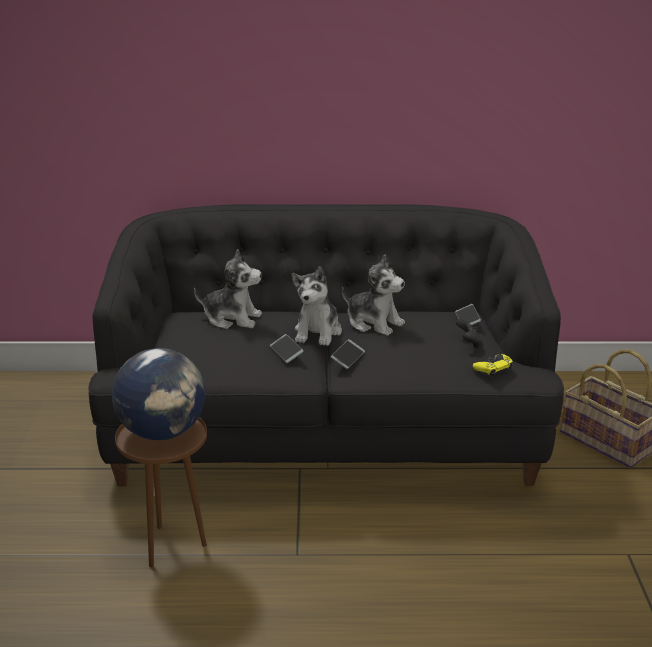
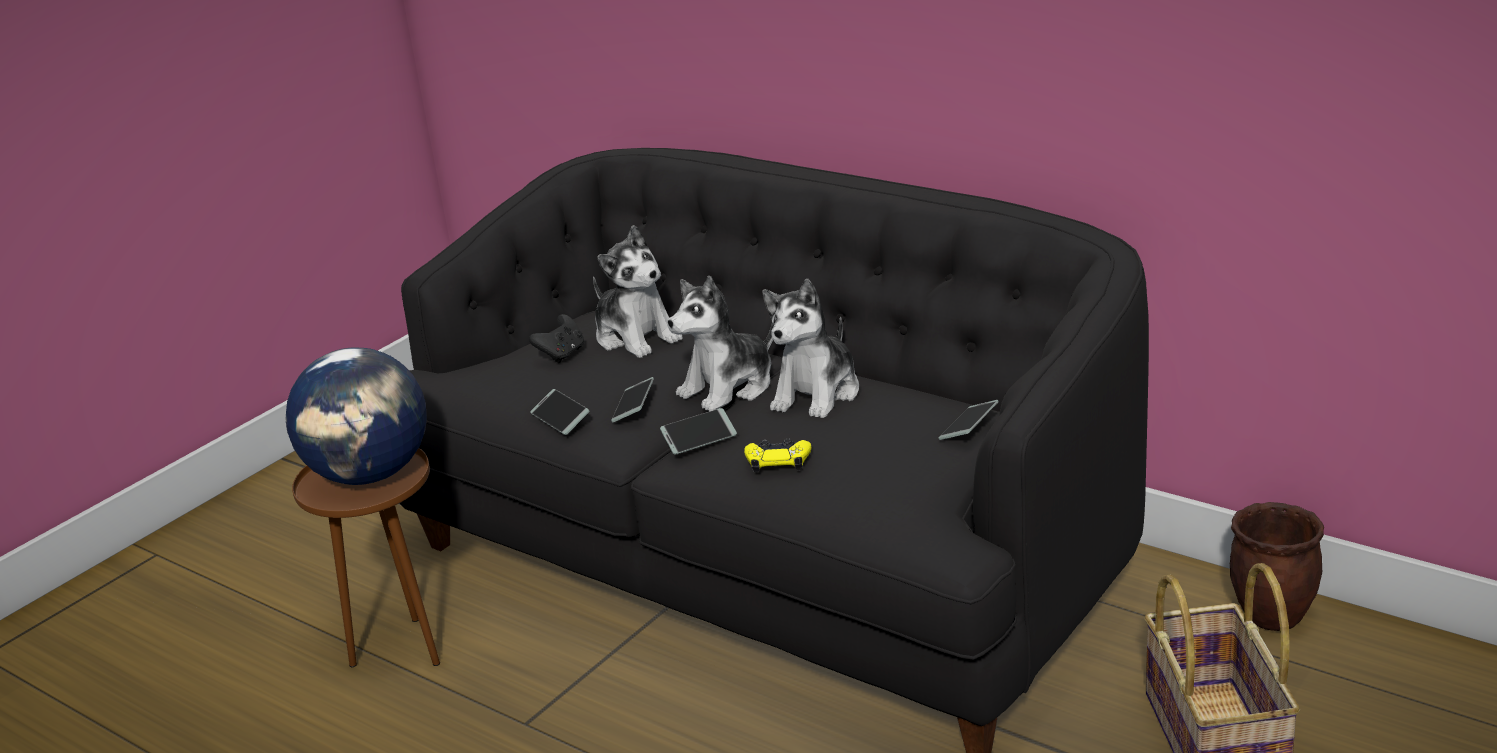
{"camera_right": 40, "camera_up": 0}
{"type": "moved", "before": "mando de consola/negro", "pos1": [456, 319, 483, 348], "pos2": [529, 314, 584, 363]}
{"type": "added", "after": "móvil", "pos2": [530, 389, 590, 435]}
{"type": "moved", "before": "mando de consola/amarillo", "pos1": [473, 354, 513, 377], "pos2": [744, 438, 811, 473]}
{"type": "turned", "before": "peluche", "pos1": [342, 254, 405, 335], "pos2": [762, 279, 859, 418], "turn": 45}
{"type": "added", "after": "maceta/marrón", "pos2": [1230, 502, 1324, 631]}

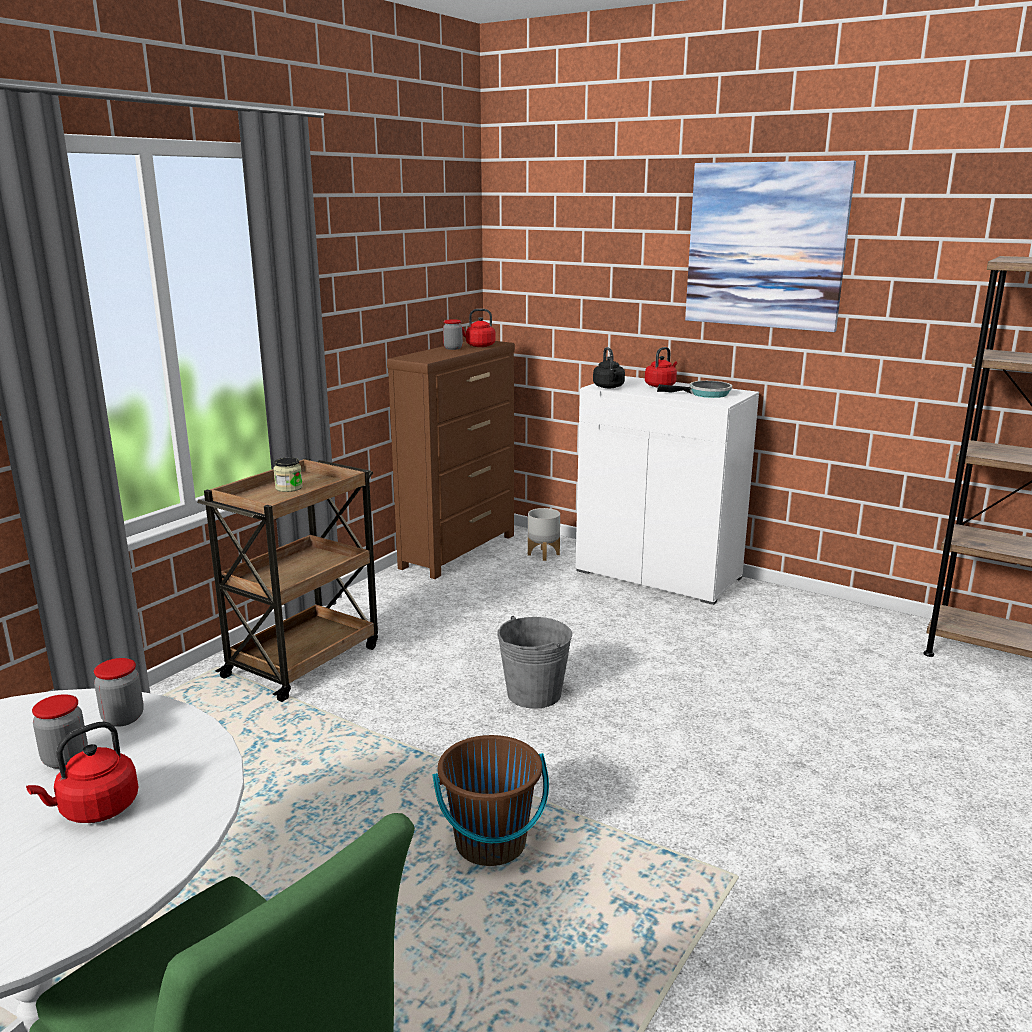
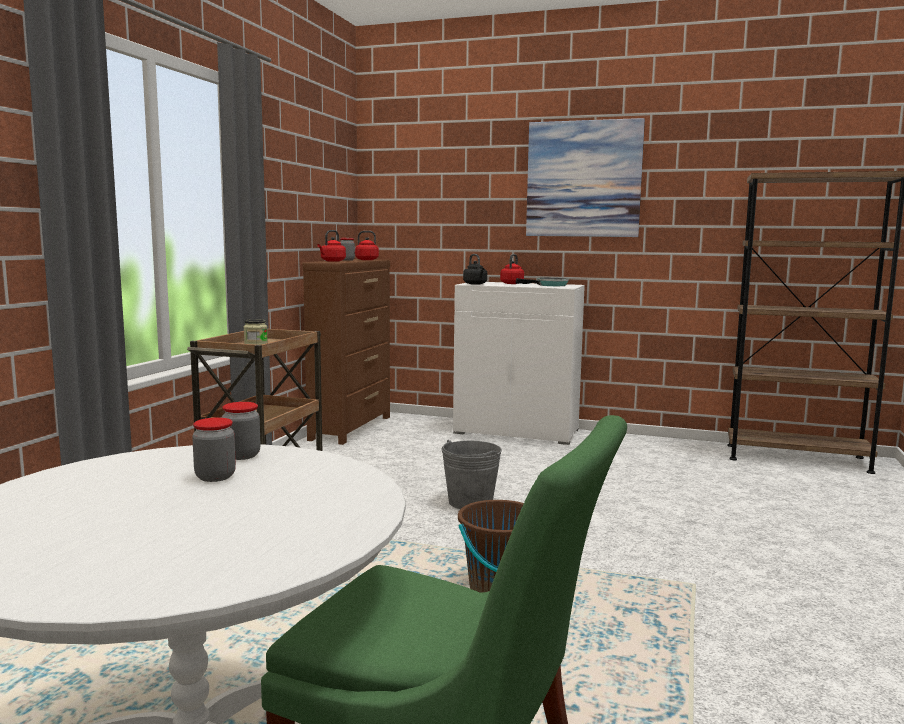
{"camera_right": -15, "camera_up": -10}
{"type": "moved", "before": "hervidor/rojo", "pos1": [26, 721, 139, 823], "pos2": [317, 230, 346, 262]}
{"type": "removed", "before": "maceta/gris", "pos1": [528, 508, 560, 561]}

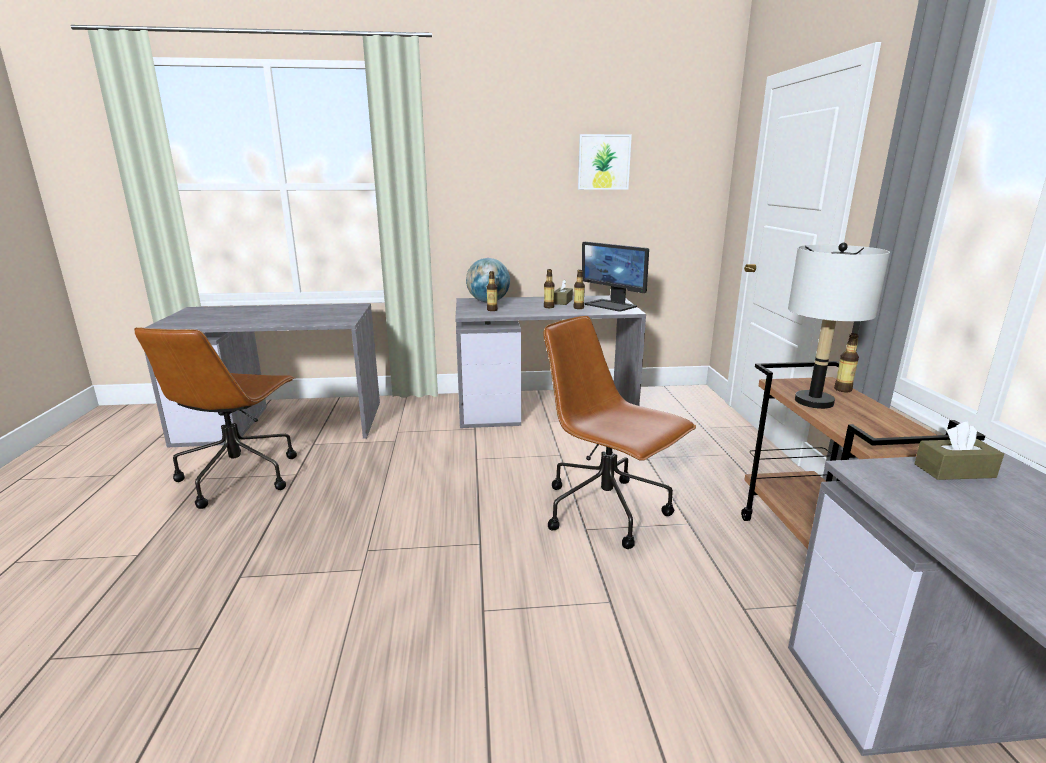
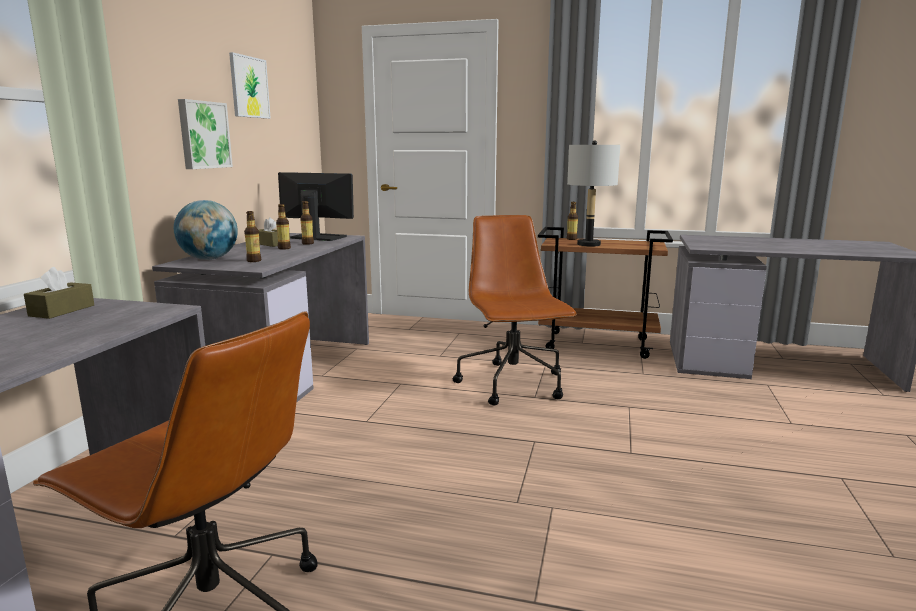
{"camera_right": -70, "camera_up": -5}
{"type": "moved", "before": "caja de pañuelos/marrón", "pos1": [915, 422, 1004, 480], "pos2": [24, 267, 94, 319]}
{"type": "added", "after": "cuadro", "pos2": [178, 99, 233, 169]}
{"type": "turned", "before": "monitor", "pos1": [582, 242, 649, 312], "pos2": [278, 172, 354, 241], "turn": -135}
{"type": "turned", "before": "silla de oficina/marrón", "pos1": [543, 316, 696, 549], "pos2": [453, 215, 577, 406], "turn": 105}

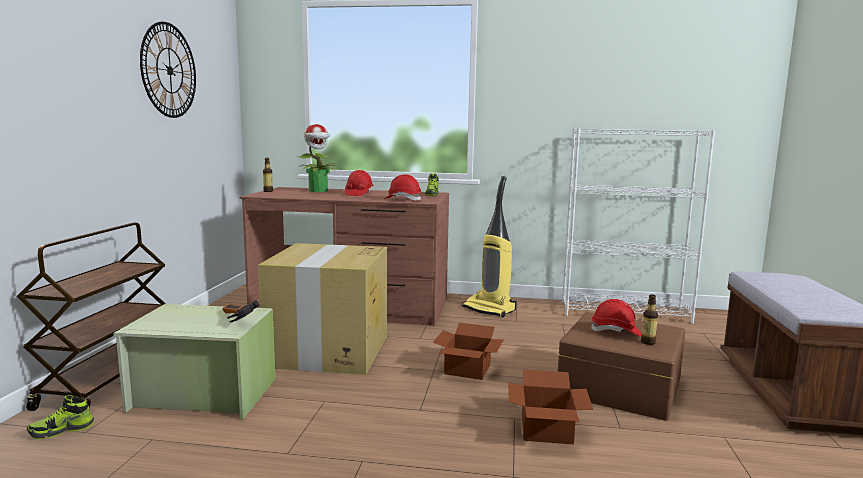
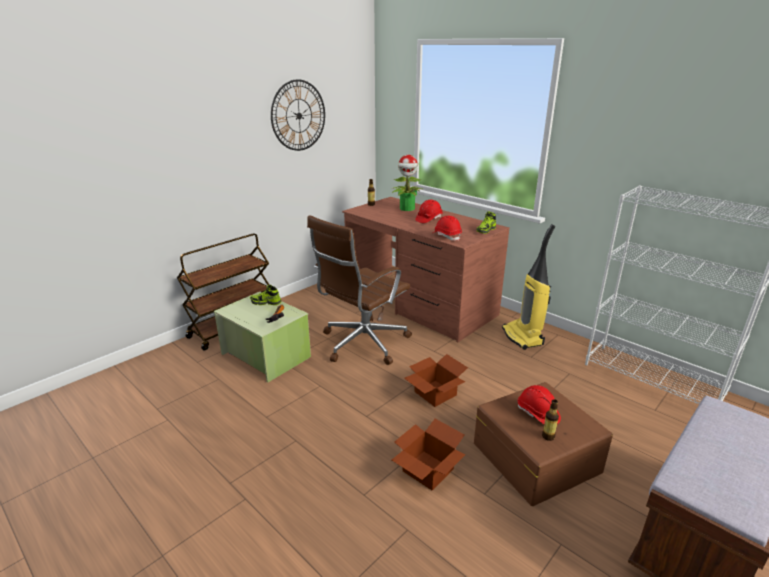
{"camera_right": 35, "camera_up": 15}
{"type": "moved", "before": "zapato", "pos1": [27, 395, 94, 439], "pos2": [250, 285, 281, 305]}
{"type": "replaced", "before": "caja de cartón", "after": "silla de oficina/marrón", "pos1": [258, 243, 387, 375], "pos2": [307, 215, 412, 365]}

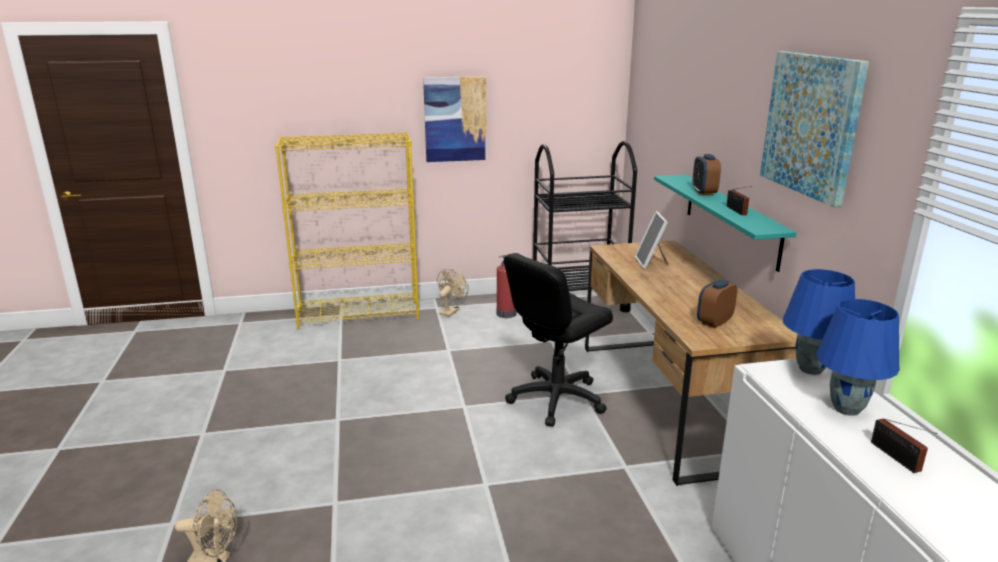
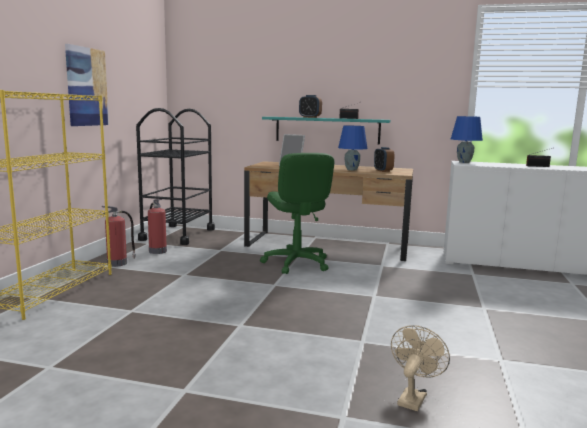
{"camera_right": -65, "camera_up": -10}
{"type": "replaced", "before": "ventilador/beis", "after": "extintor", "pos1": [437, 269, 468, 317], "pos2": [101, 206, 136, 267]}
{"type": "recoloured", "before": "silla de oficina/negro", "after": "silla de oficina/verde", "pos1": [504, 253, 613, 427], "pos2": [260, 153, 334, 274]}
{"type": "moved", "before": "lámpara de mesa/azul", "pos1": [816, 299, 899, 416], "pos2": [338, 126, 367, 171]}
{"type": "removed", "before": "cuadro", "pos1": [760, 51, 869, 207]}

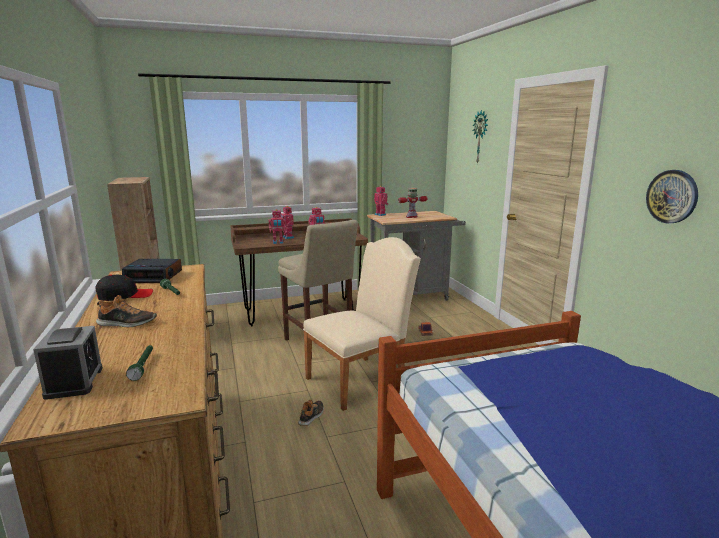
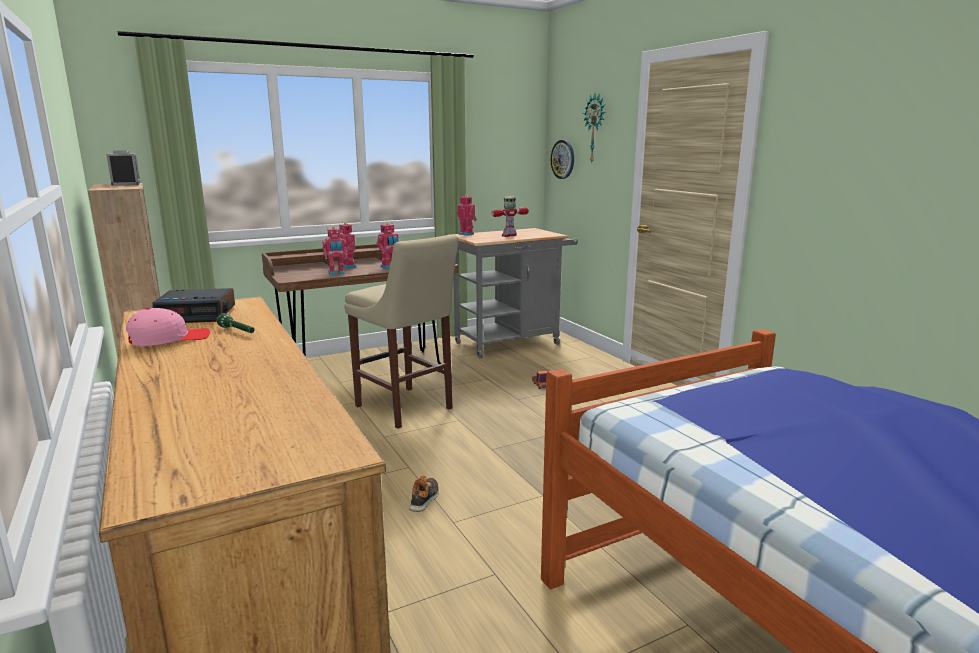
{"camera_right": -10, "camera_up": 0}
{"type": "moved", "before": "despertador", "pos1": [33, 326, 103, 400], "pos2": [106, 150, 140, 186]}
{"type": "recoloured", "before": "gorra/negro", "after": "gorra/rosa", "pos1": [96, 275, 153, 301], "pos2": [126, 308, 210, 346]}
{"type": "moved", "before": "reloj de pared", "pos1": [646, 170, 698, 223], "pos2": [551, 140, 574, 179]}
{"type": "removed", "before": "zapato", "pos1": [96, 295, 157, 327]}
{"type": "removed", "before": "linterna/verde", "pos1": [126, 345, 153, 381]}
{"type": "removed", "before": "silla/beis", "pos1": [303, 237, 421, 411]}

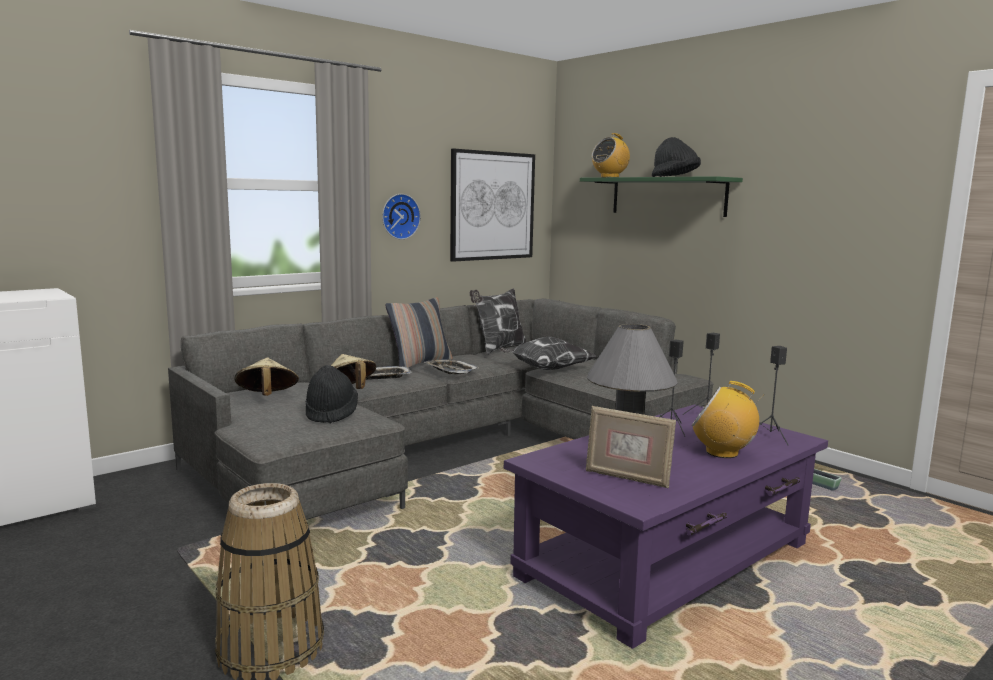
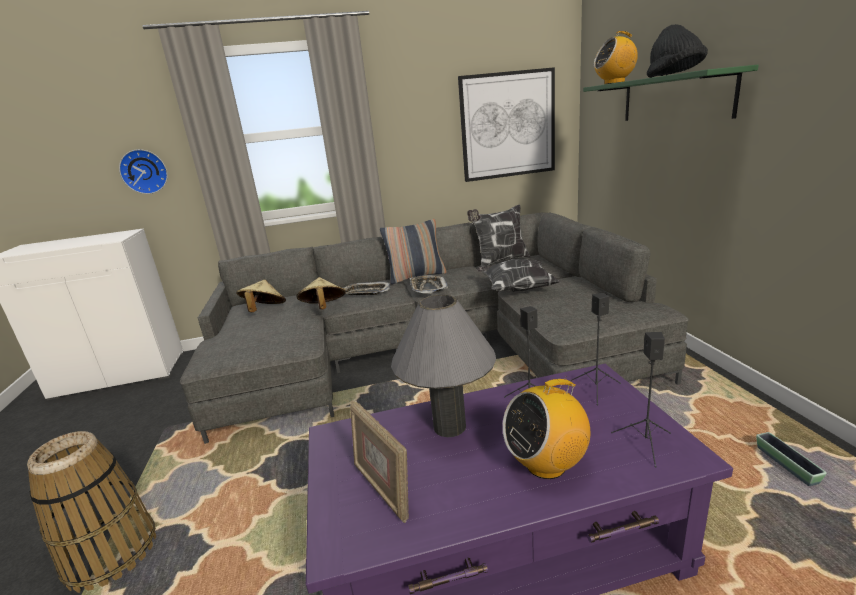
{"camera_right": 30, "camera_up": 10}
{"type": "moved", "before": "reloj de pared", "pos1": [382, 194, 421, 240], "pos2": [119, 149, 168, 194]}
{"type": "turned", "before": "radio", "pos1": [692, 381, 765, 458], "pos2": [502, 376, 590, 479], "turn": -75}
{"type": "removed", "before": "sombrero/negro", "pos1": [306, 365, 358, 424]}

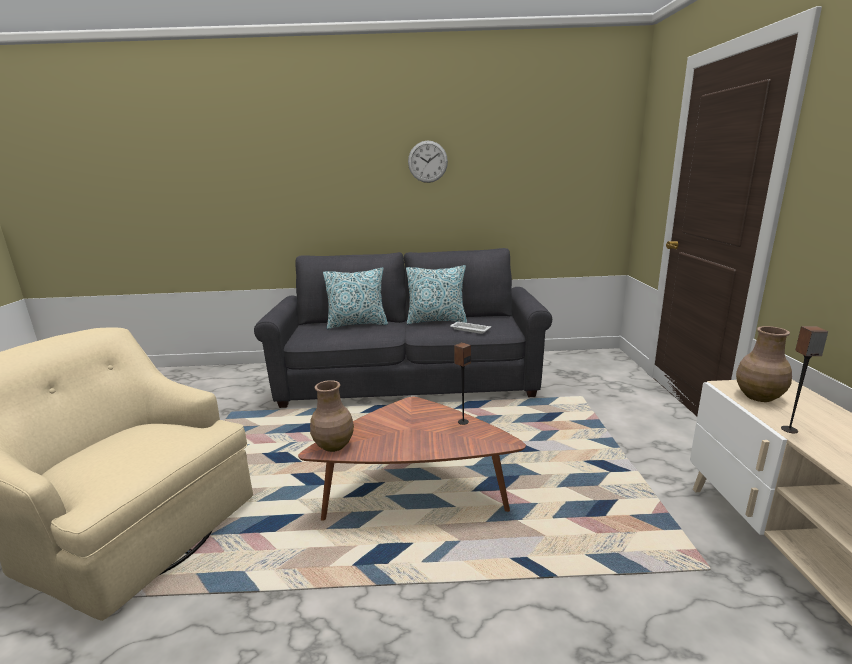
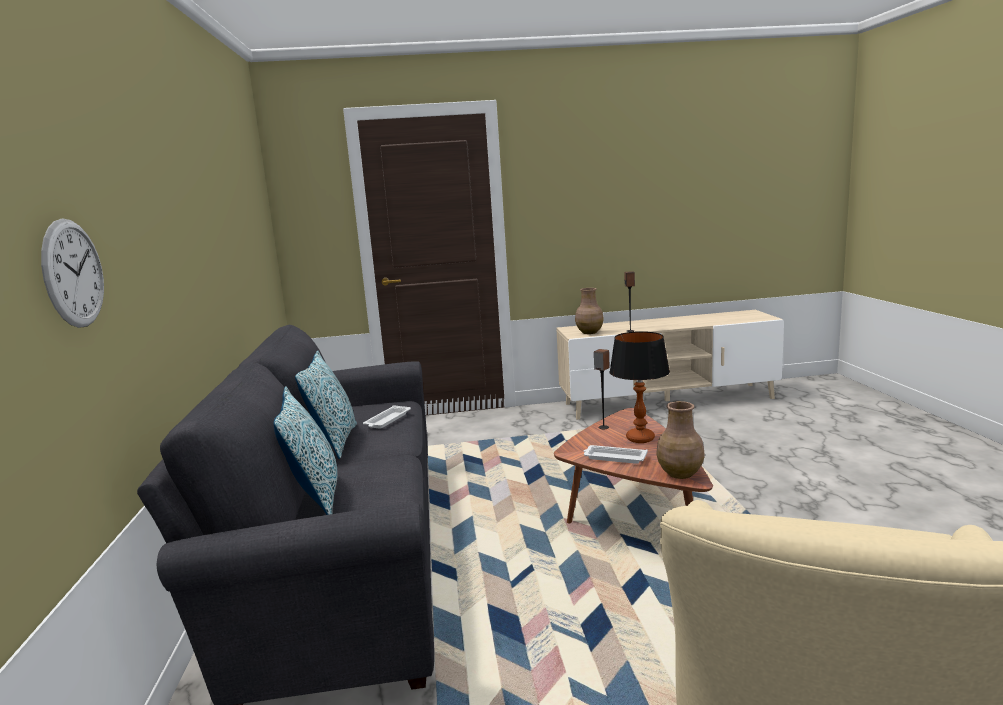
{"camera_right": -95, "camera_up": -5}
{"type": "moved", "before": "reloj de pared", "pos1": [408, 141, 448, 183], "pos2": [41, 219, 104, 328]}
{"type": "added", "after": "bandeja/blanco", "pos2": [584, 445, 648, 464]}
{"type": "added", "after": "lámpara de mesa", "pos2": [609, 331, 670, 443]}

